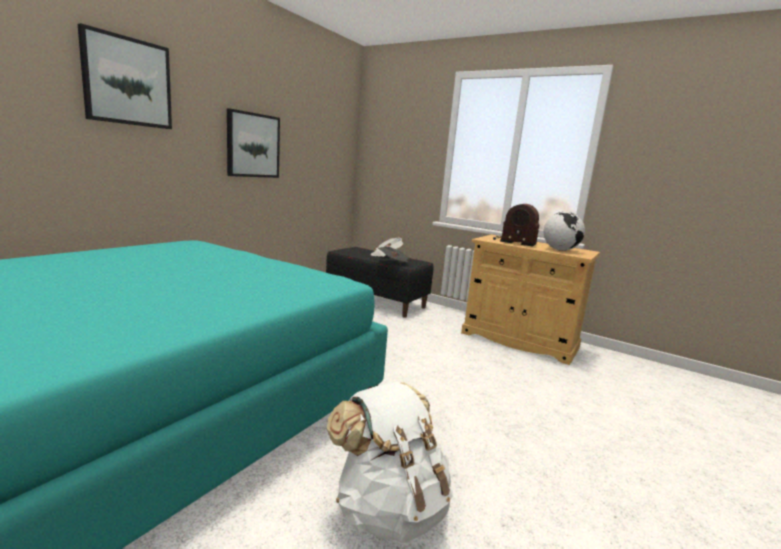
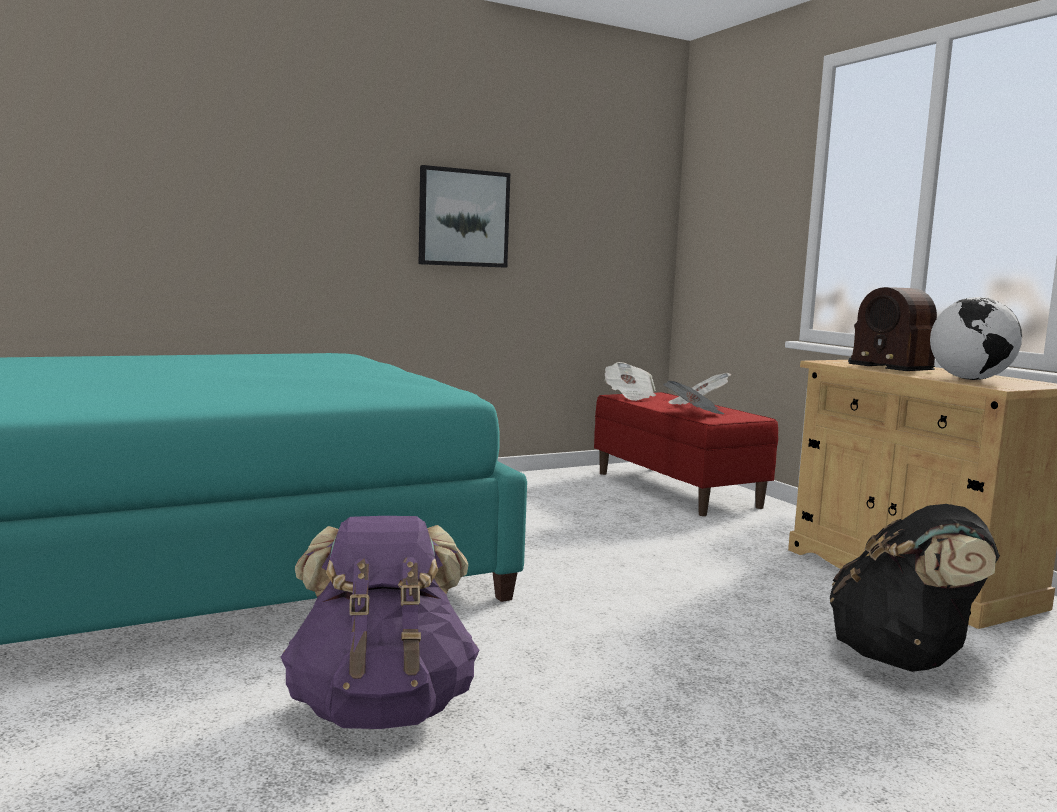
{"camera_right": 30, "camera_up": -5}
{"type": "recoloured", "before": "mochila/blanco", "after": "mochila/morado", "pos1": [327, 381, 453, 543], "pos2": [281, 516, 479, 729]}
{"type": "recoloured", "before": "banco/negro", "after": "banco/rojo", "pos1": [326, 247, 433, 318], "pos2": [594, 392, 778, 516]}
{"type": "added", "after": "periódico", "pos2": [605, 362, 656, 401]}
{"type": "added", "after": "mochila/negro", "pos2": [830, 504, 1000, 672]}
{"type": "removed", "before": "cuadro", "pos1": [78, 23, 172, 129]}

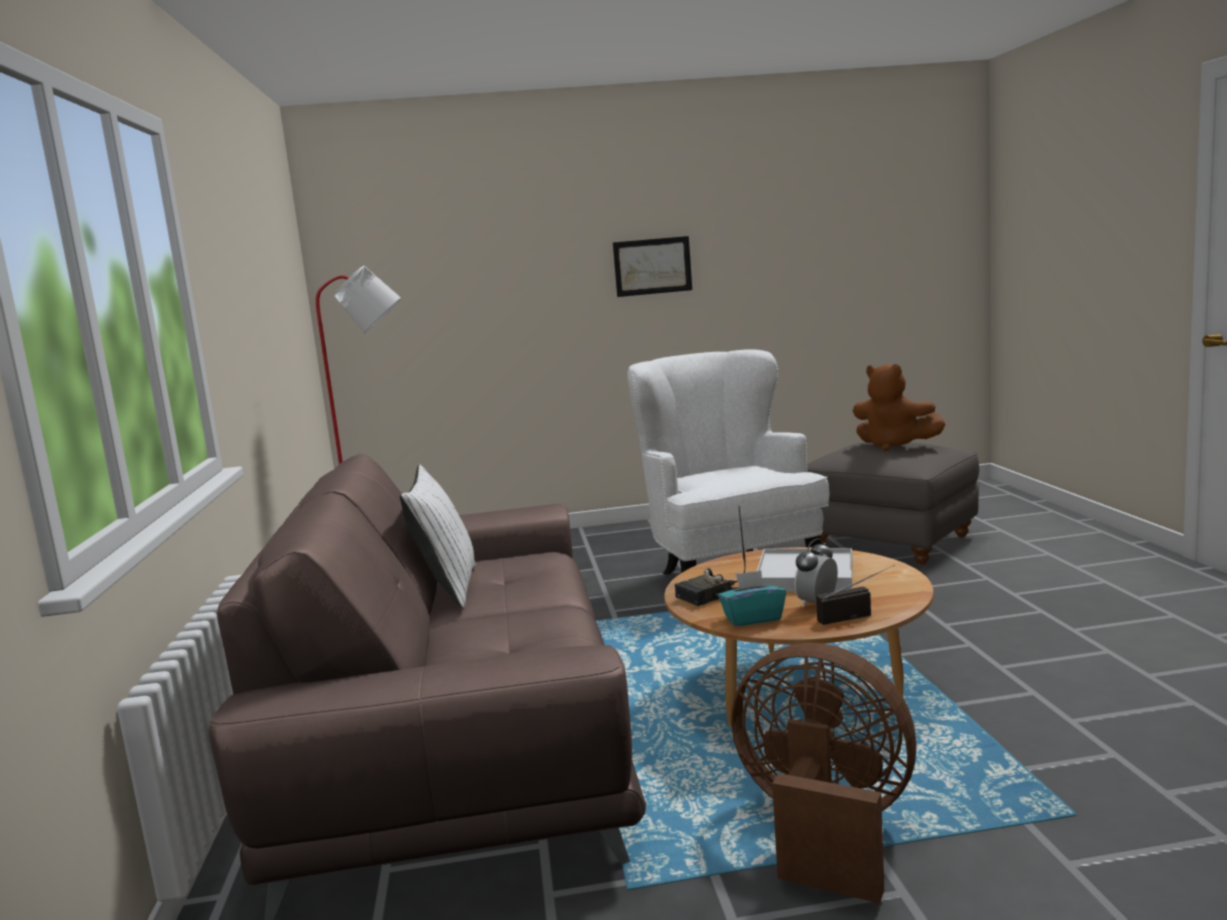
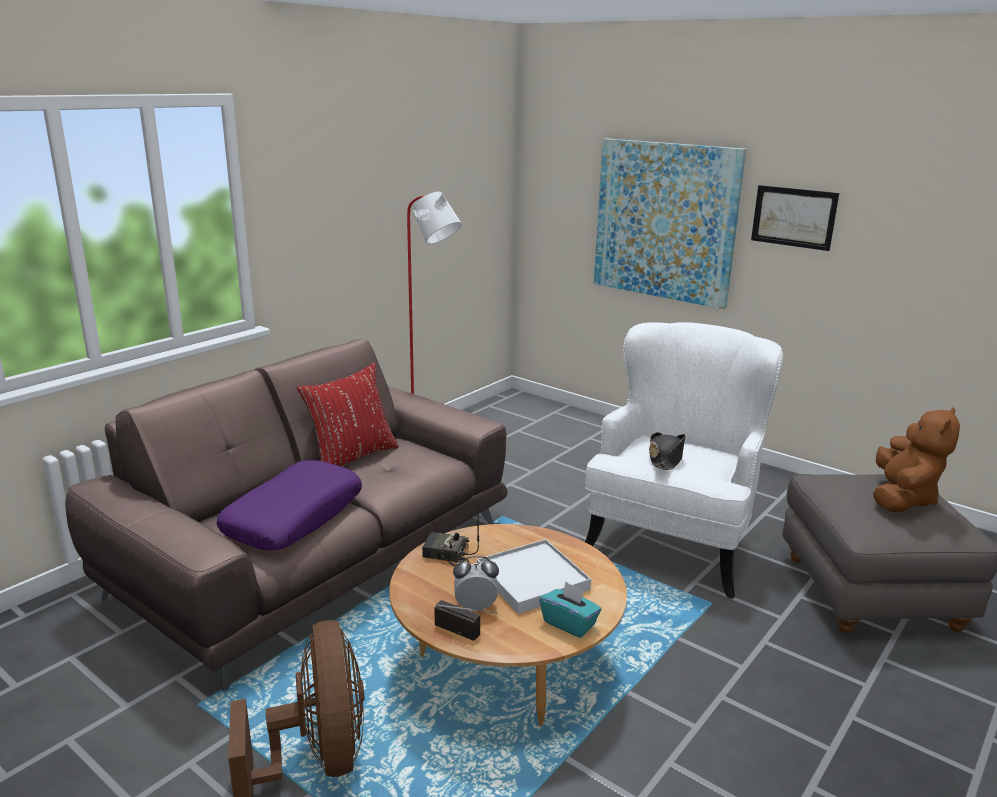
{"camera_right": 45, "camera_up": 10}
{"type": "added", "after": "cojín/morado", "pos2": [217, 460, 362, 550]}
{"type": "recoloured", "before": "cojín/blanco", "after": "cojín/rojo", "pos1": [400, 465, 476, 608], "pos2": [297, 362, 399, 466]}
{"type": "moved", "before": "caja de pañuelos/turquesa", "pos1": [718, 570, 786, 626], "pos2": [540, 581, 601, 638]}
{"type": "added", "after": "cuadro", "pos2": [594, 138, 746, 309]}
{"type": "added", "after": "sombrero/negro", "pos2": [649, 432, 686, 470]}
{"type": "turned", "before": "peluche/marrón", "pos1": [853, 364, 945, 451], "pos2": [873, 407, 960, 512], "turn": -150}

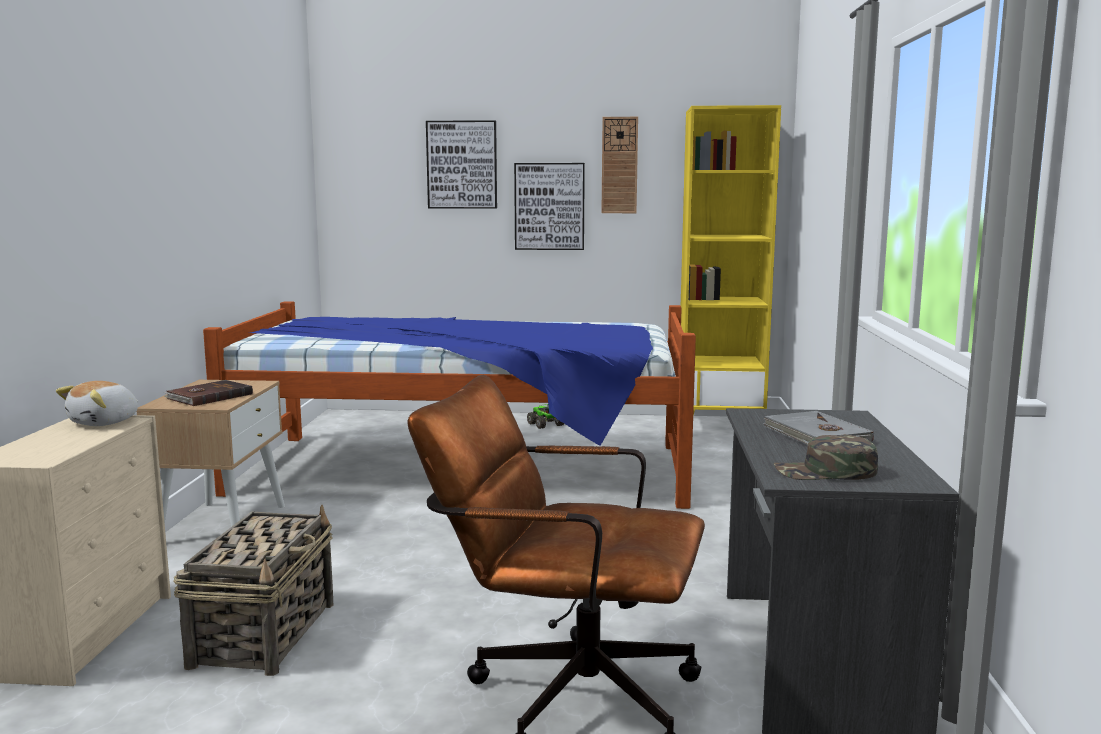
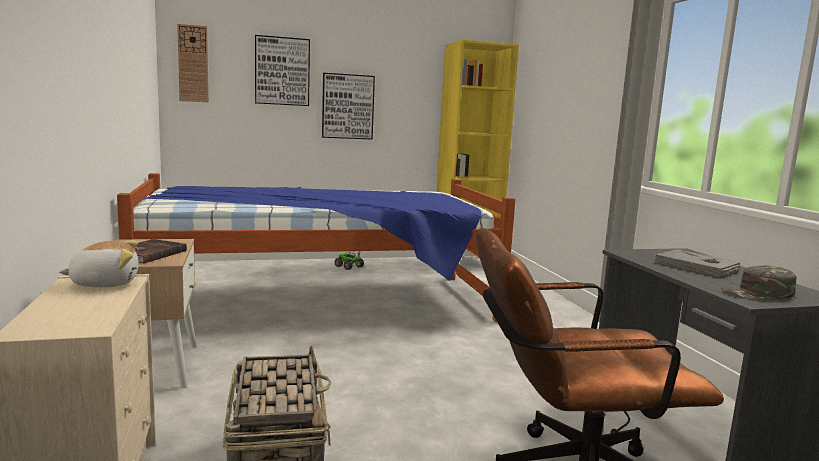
{"camera_right": -20, "camera_up": 0}
{"type": "turned", "before": "peluche", "pos1": [56, 381, 138, 426], "pos2": [59, 241, 138, 287], "turn": -120}
{"type": "moved", "before": "reloj de pared", "pos1": [601, 117, 638, 213], "pos2": [177, 24, 209, 102]}

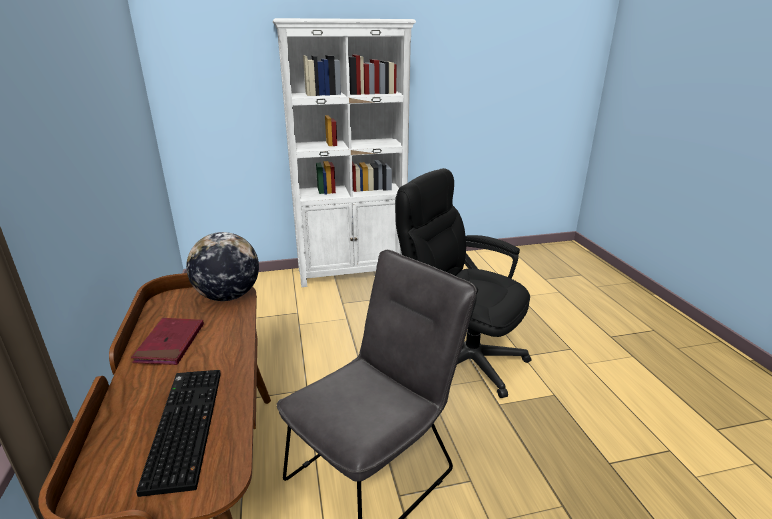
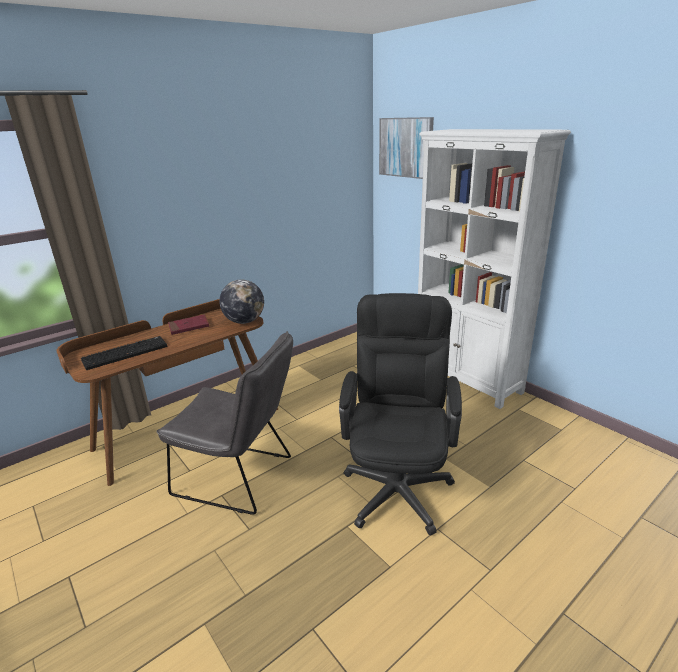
{"camera_right": 65, "camera_up": 0}
{"type": "added", "after": "cuadro", "pos2": [379, 117, 434, 179]}

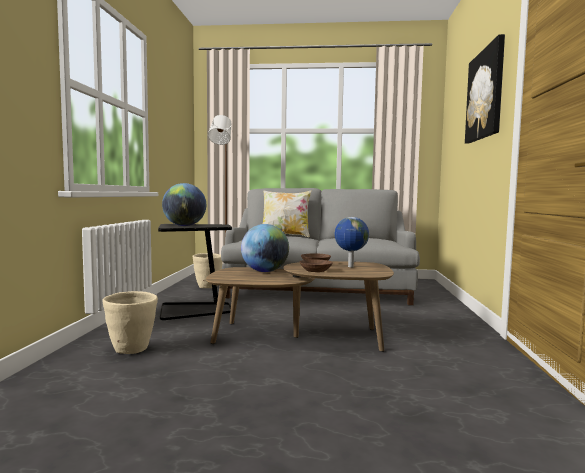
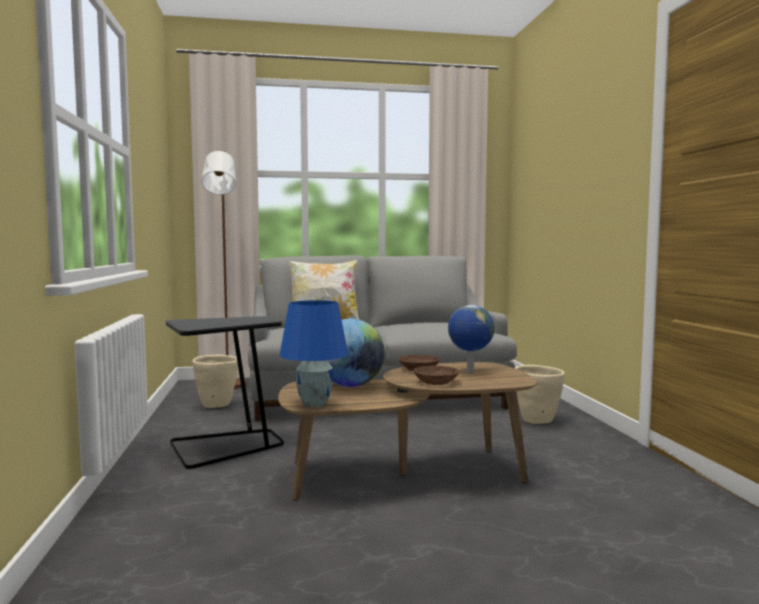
{"camera_right": -15, "camera_up": 0}
{"type": "added", "after": "lámpara de mesa/azul", "pos2": [279, 300, 348, 407]}
{"type": "moved", "before": "maceta/beis", "pos1": [102, 291, 158, 354], "pos2": [515, 365, 565, 424]}
{"type": "removed", "before": "globo terráqueo", "pos1": [162, 183, 206, 226]}
{"type": "removed", "before": "cuadro", "pos1": [465, 34, 505, 143]}

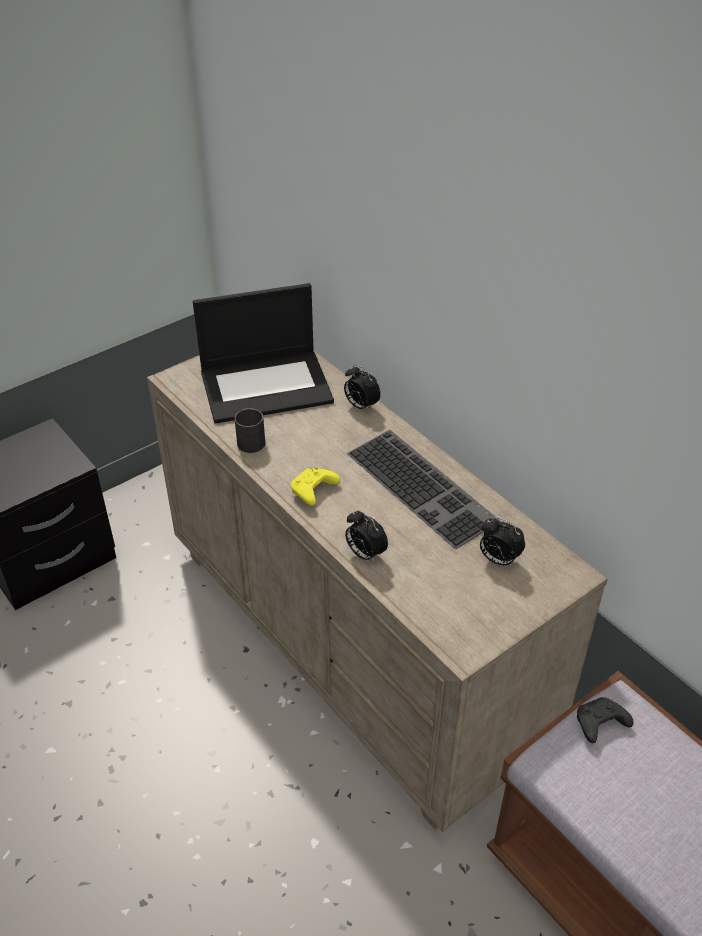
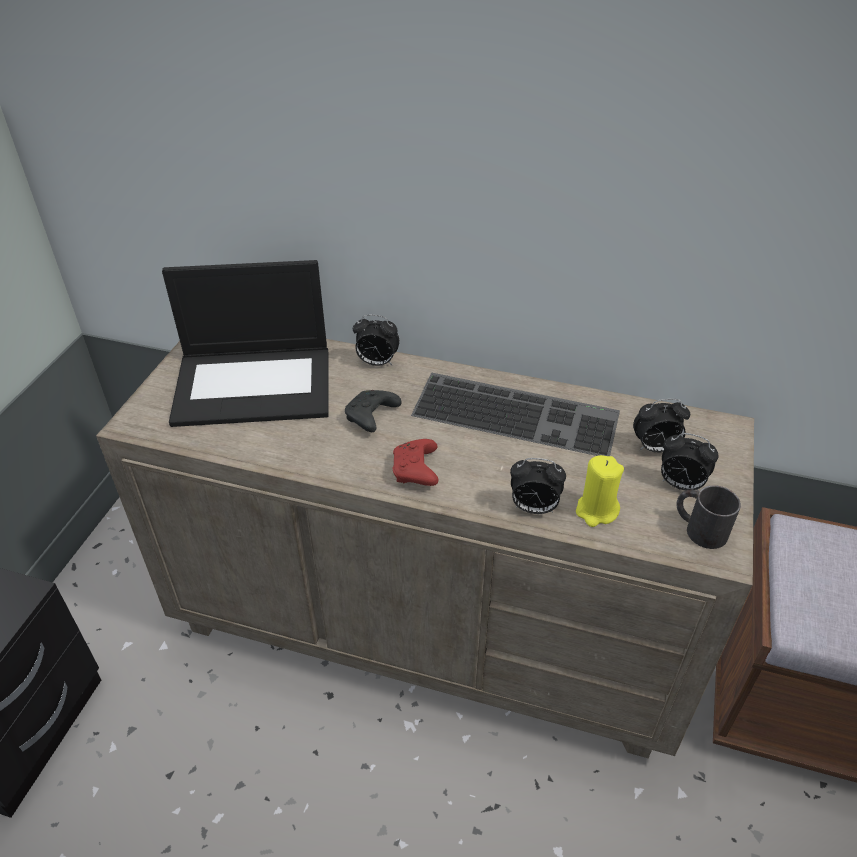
{"camera_right": -35, "camera_up": 0}
{"type": "turned", "before": "portátil", "pos1": [193, 283, 334, 424], "pos2": [162, 260, 329, 427], "turn": 45}
{"type": "moved", "before": "mando de consola/negro", "pos1": [577, 697, 634, 743], "pos2": [345, 390, 402, 432]}
{"type": "recoloured", "before": "mando de consola/amarillo", "after": "mando de consola/rojo", "pos1": [291, 468, 340, 505], "pos2": [392, 439, 438, 486]}
{"type": "added", "after": "vela/amarillo", "pos2": [576, 455, 624, 527]}
{"type": "added", "after": "despertador", "pos2": [661, 433, 719, 491]}
{"type": "moved", "before": "taza grande/negro", "pos1": [234, 408, 265, 453], "pos2": [677, 485, 741, 549]}

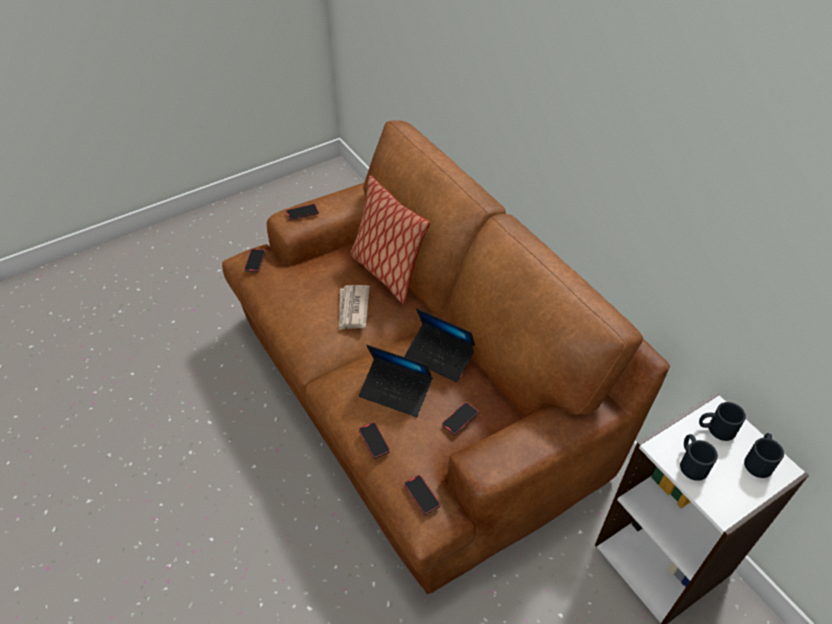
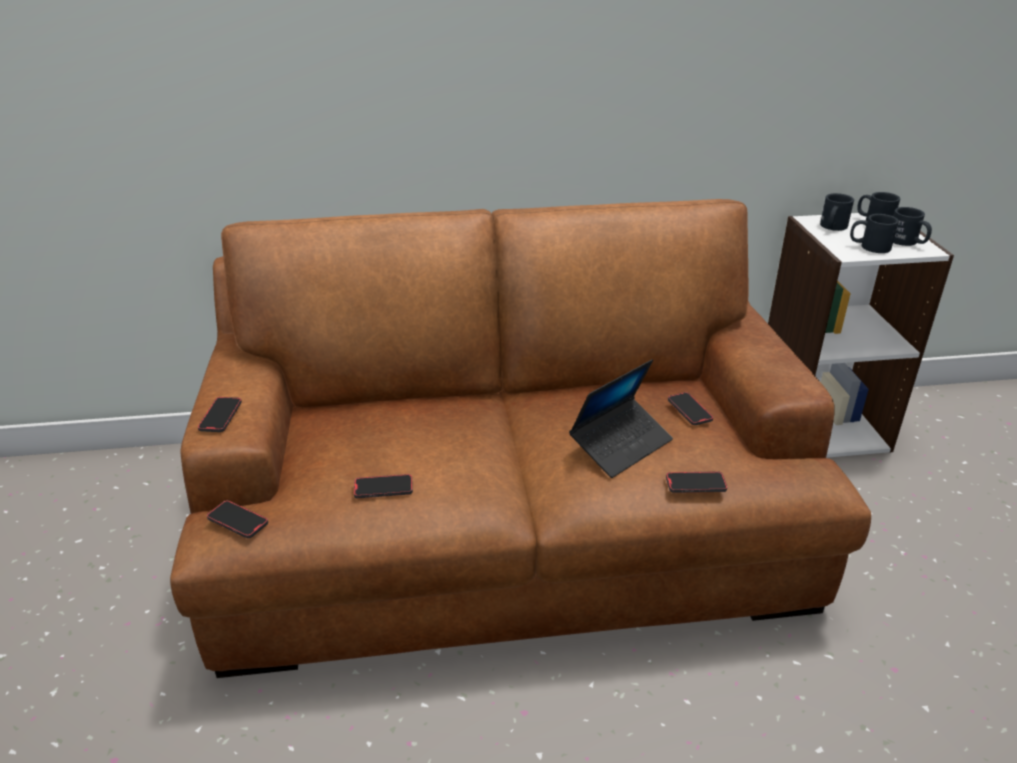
{"camera_right": -65, "camera_up": -15}
{"type": "moved", "before": "móvil", "pos1": [404, 475, 440, 515], "pos2": [354, 474, 413, 498]}
{"type": "added", "after": "taza grande/negro", "pos2": [893, 207, 932, 246]}
{"type": "removed", "before": "periódico", "pos1": [339, 285, 370, 330]}
{"type": "removed", "before": "cojín", "pos1": [350, 176, 430, 304]}
{"type": "removed", "before": "portátil", "pos1": [404, 308, 475, 382]}

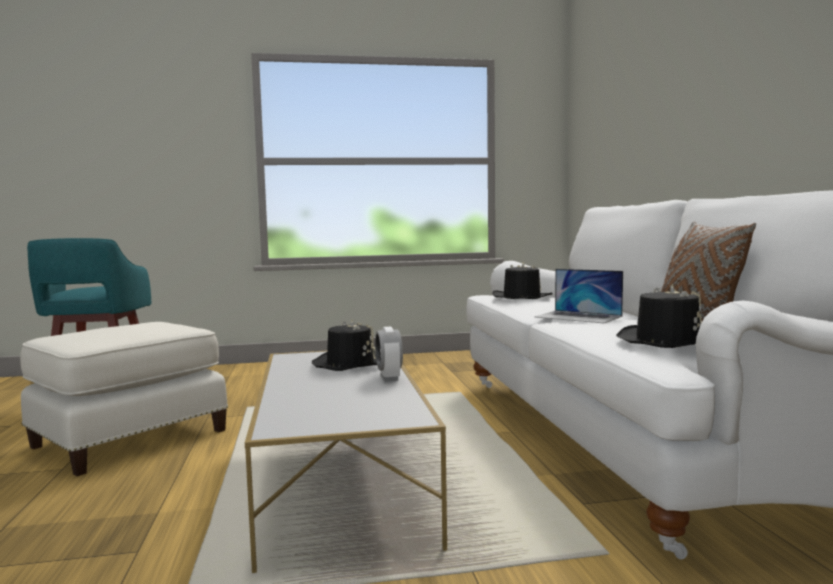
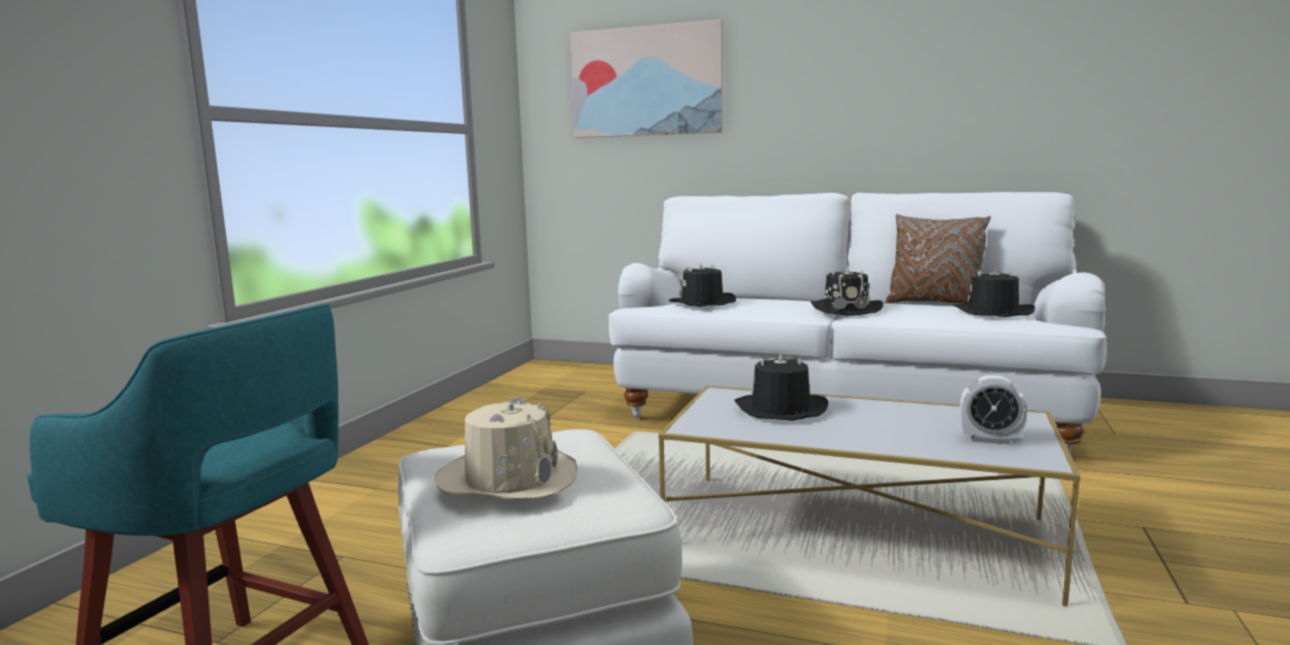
{"camera_right": -60, "camera_up": 5}
{"type": "added", "after": "sombrero/beis", "pos2": [435, 397, 577, 500]}
{"type": "added", "after": "cuadro", "pos2": [570, 19, 723, 138]}
{"type": "replaced", "before": "portátil", "after": "sombrero/negro", "pos1": [535, 269, 623, 324], "pos2": [810, 267, 883, 316]}
{"type": "moved", "before": "despertador", "pos1": [375, 327, 403, 382], "pos2": [960, 375, 1027, 444]}

